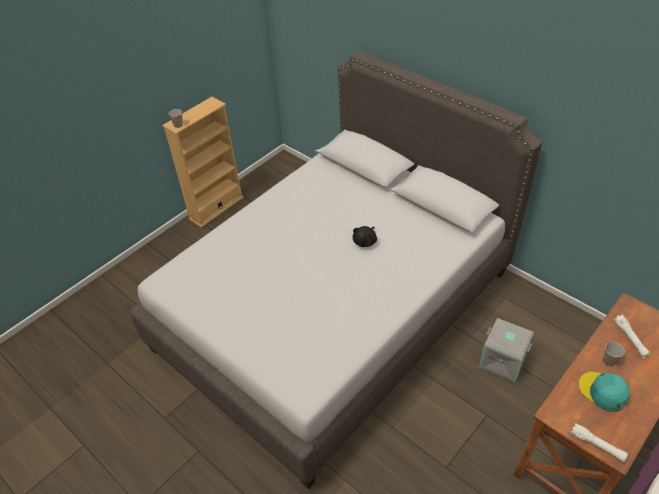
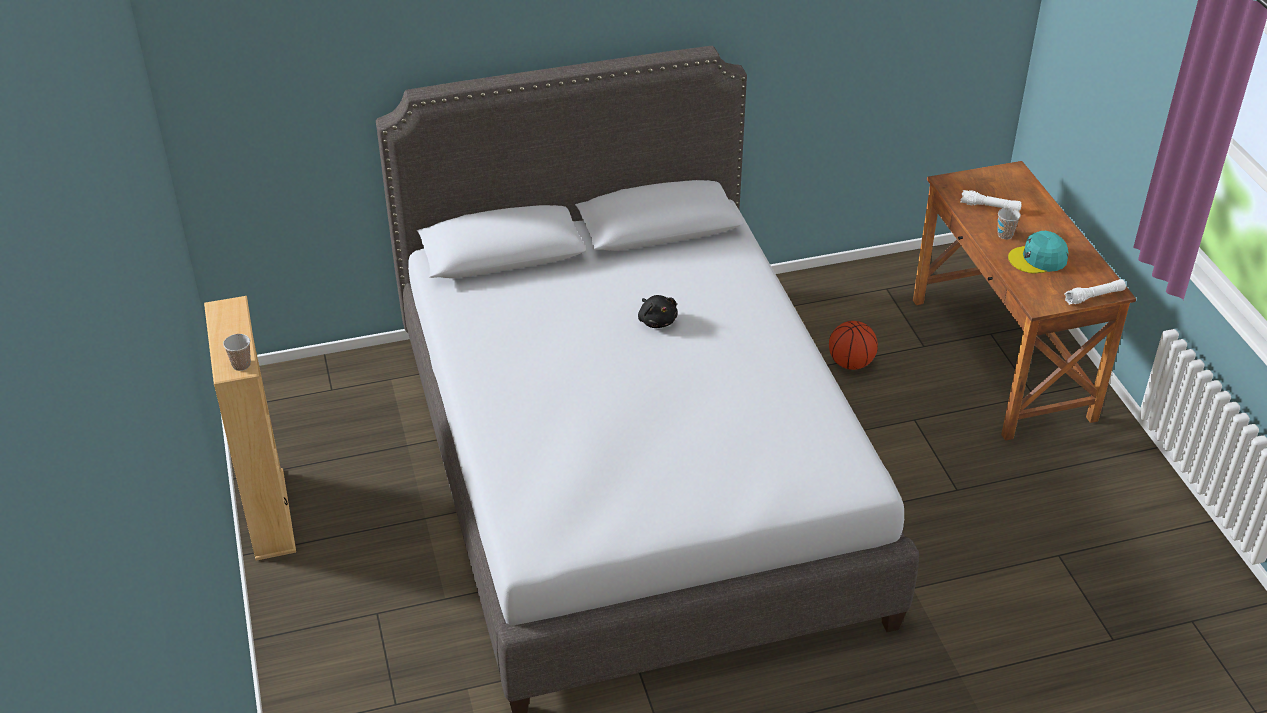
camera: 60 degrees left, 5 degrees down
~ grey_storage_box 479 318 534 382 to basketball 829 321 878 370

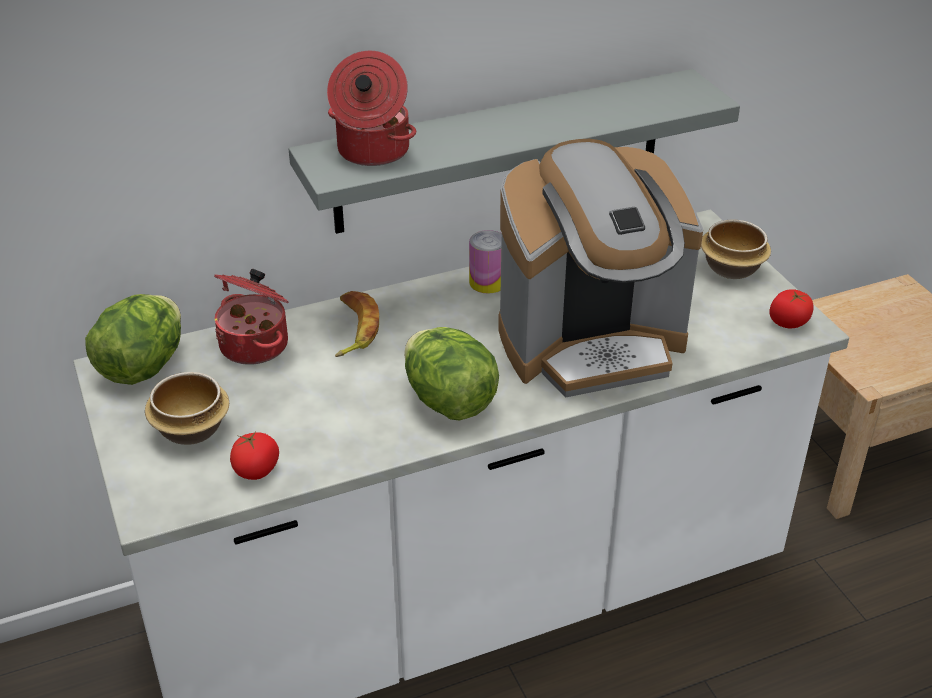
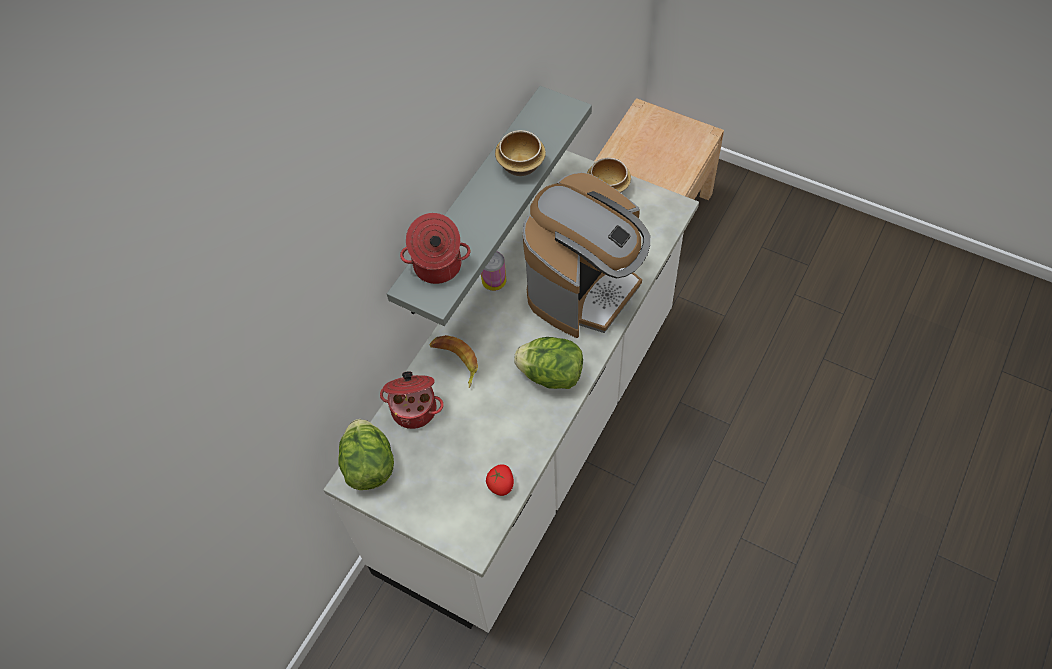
camera: 35 degrees left, 20 degrees up
- tomato 770 289 814 328
~ bowl 145 372 229 445 to 495 130 546 176

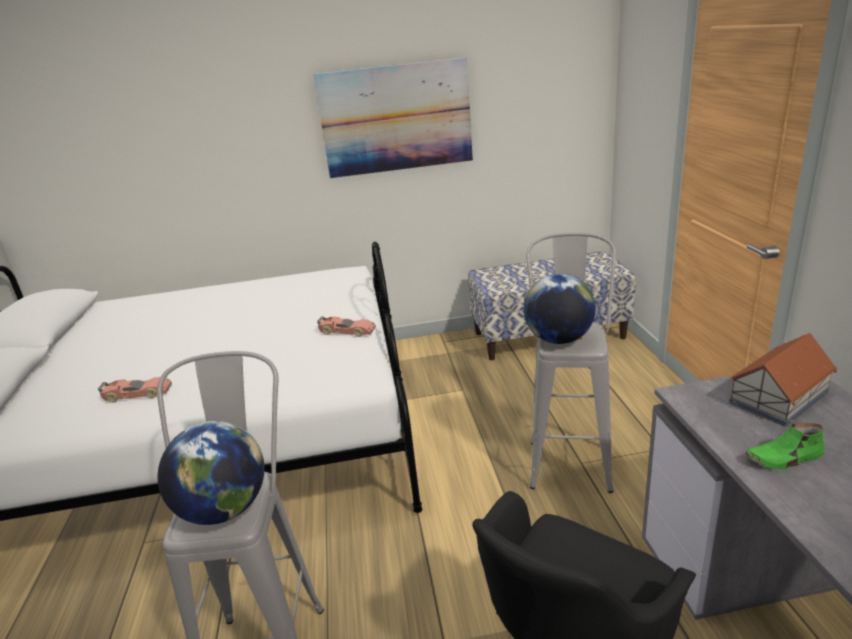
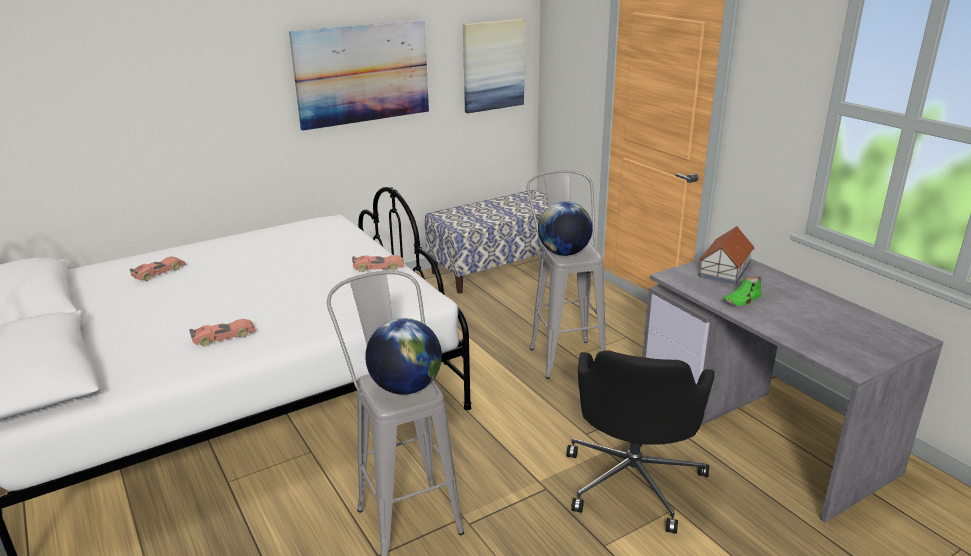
camera: 25 degrees left, 0 degrees up
+ toy_car 129 256 186 281
+ picture 463 19 525 113

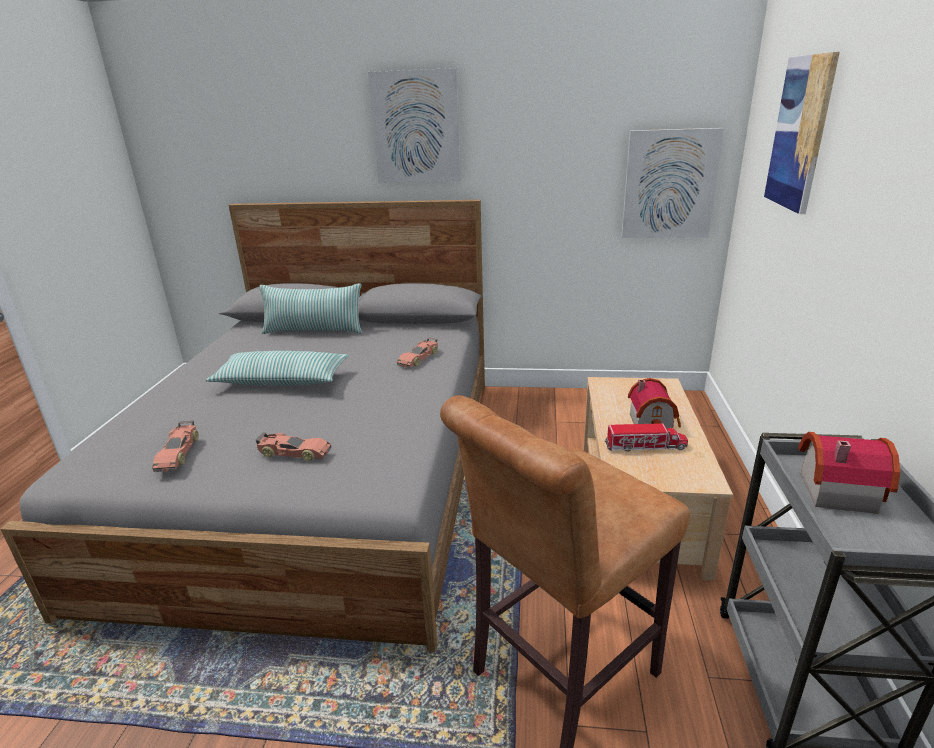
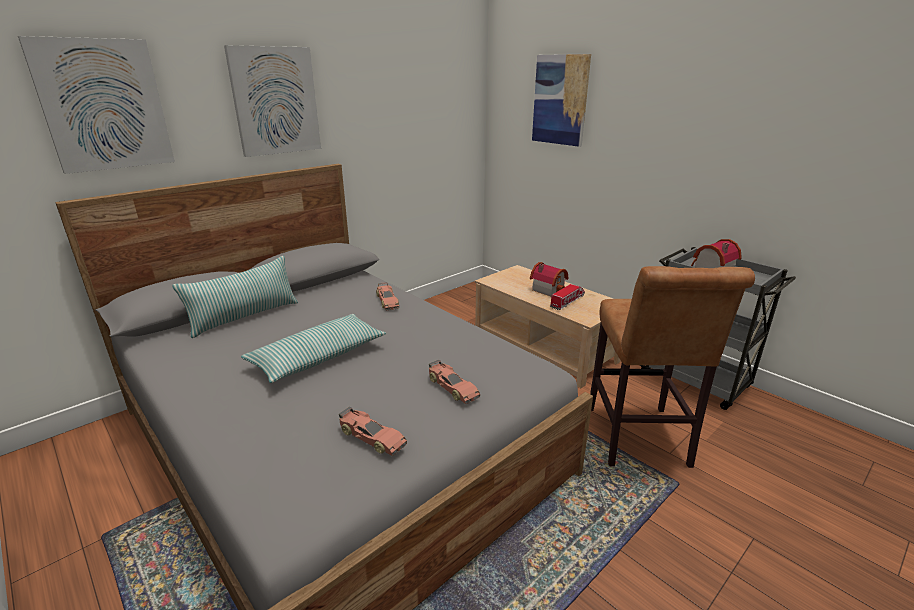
camera: 50 degrees left, 0 degrees up
~ picture 621 128 724 238 to 18 36 175 174
~ toy_car 256 432 331 461 = 429 360 480 404 90 degrees clockwise

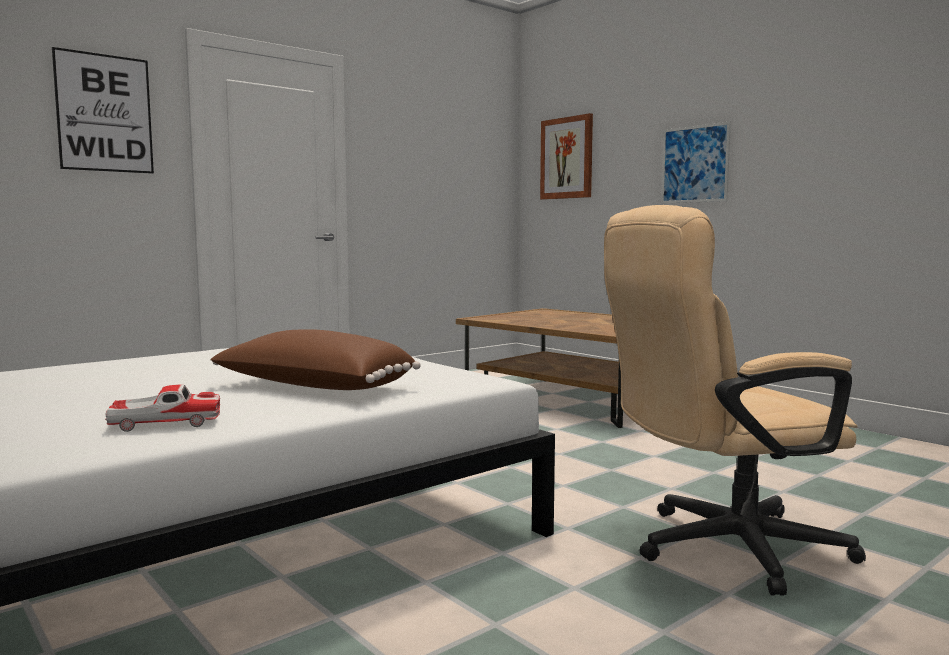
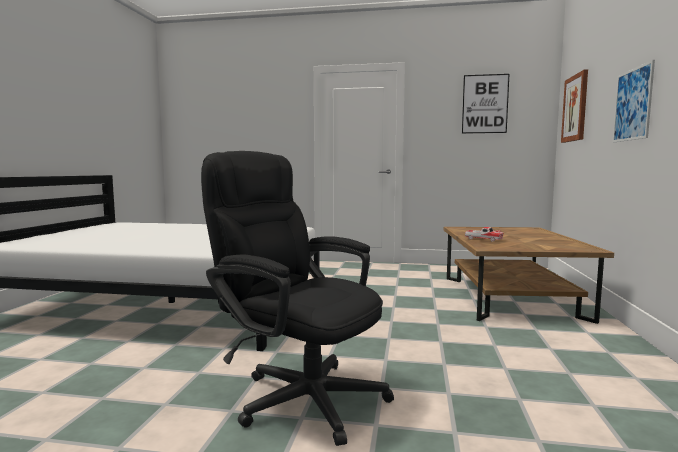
camera: 50 degrees right, 0 degrees up
- brown_pillow 210 329 421 390
~ picture 52 47 154 174 to 462 74 509 134
~ toy_car 105 385 220 432 to 465 227 503 242
~ beige_office_chair 604 205 866 596 to black_office_chair 201 151 394 446

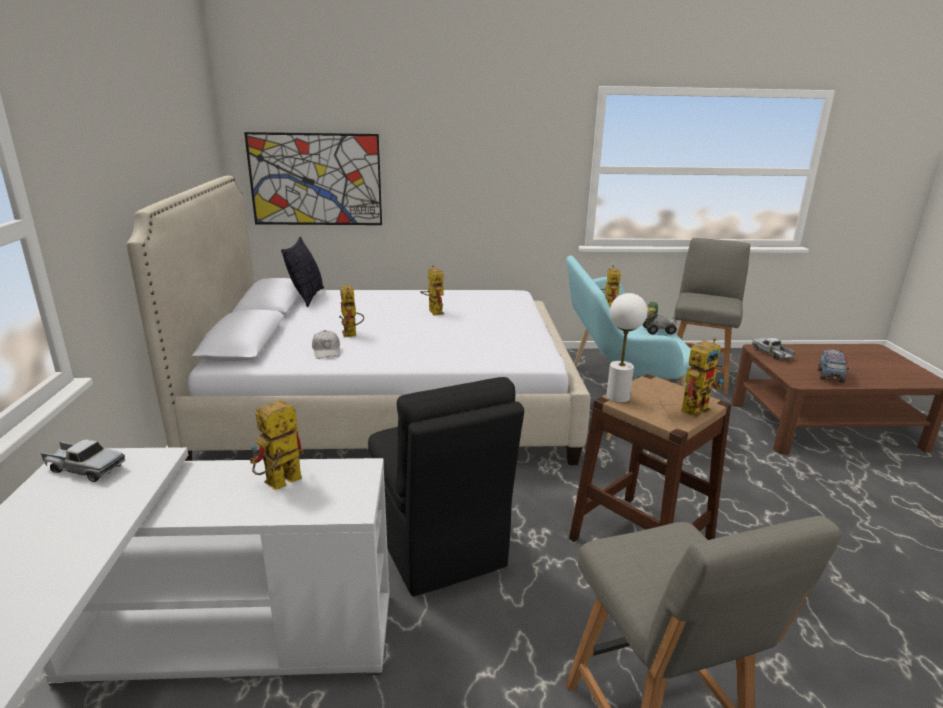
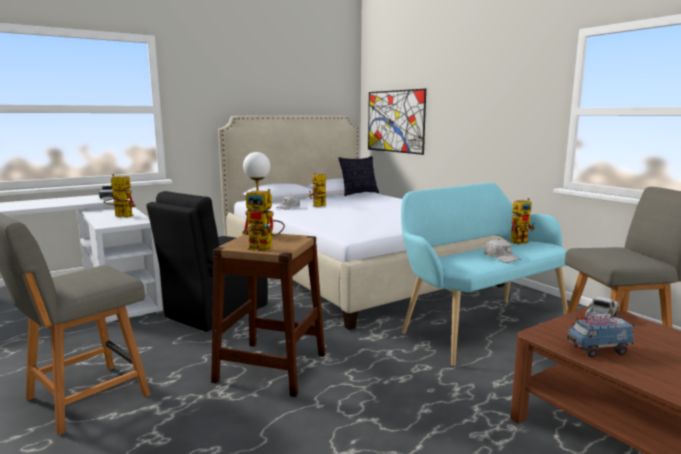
camera: 60 degrees right, 10 degrees down
- toy_robot 420 265 444 315
~ toy_car 642 302 677 335 to white_cap 484 239 521 263

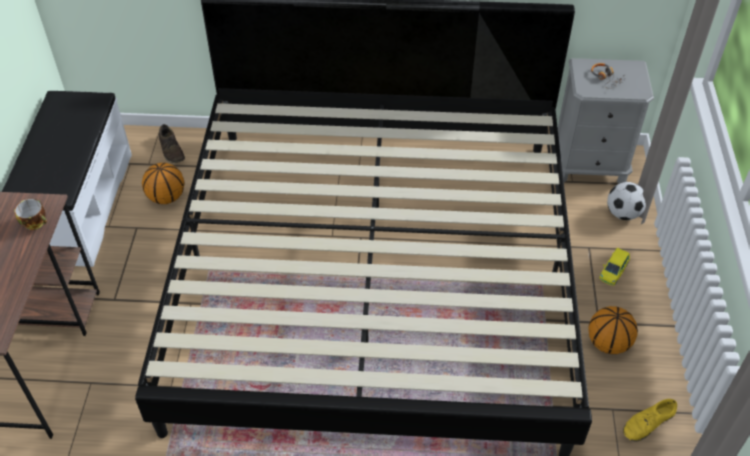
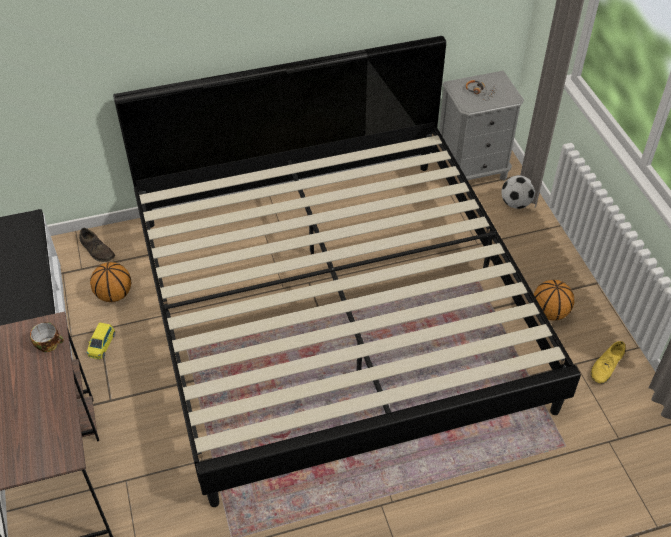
camera: 20 degrees left, 0 degrees up
~ yellow_toy_car 599 248 630 286 to 87 322 115 359

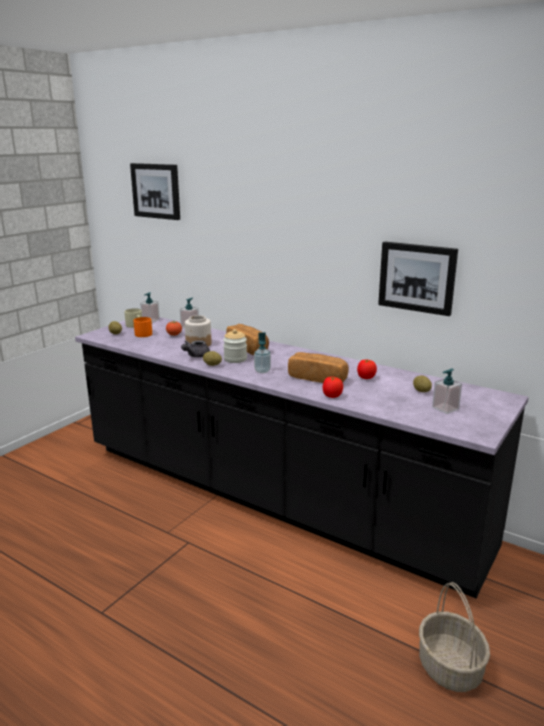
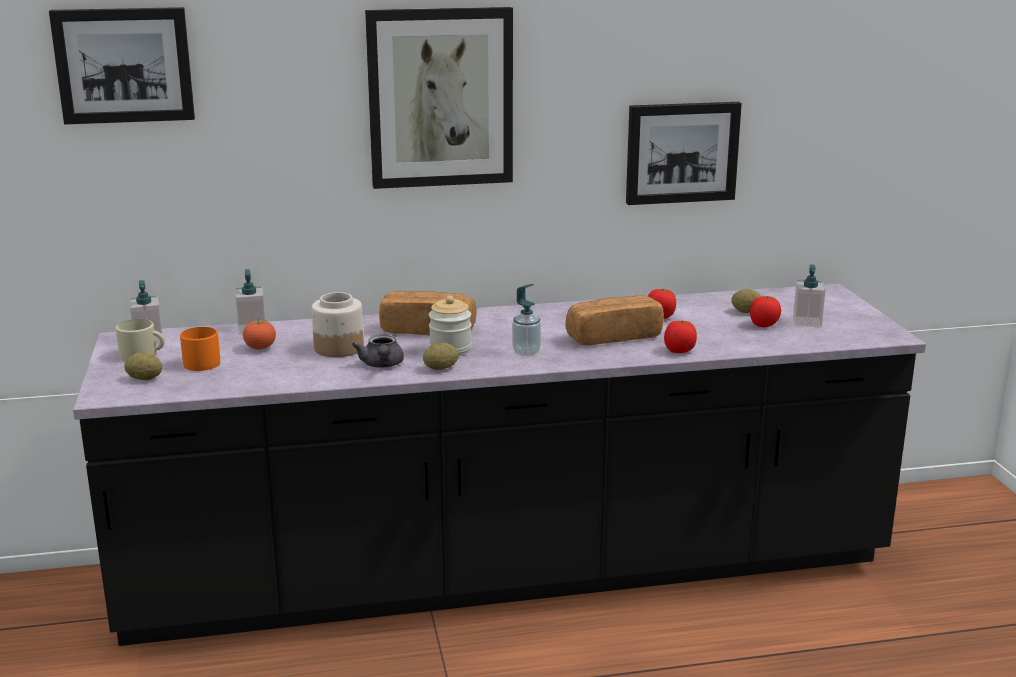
camera: 45 degrees left, 0 degrees up
- basket 419 582 490 692
+ picture 365 7 513 189
+ tomato 750 296 781 327

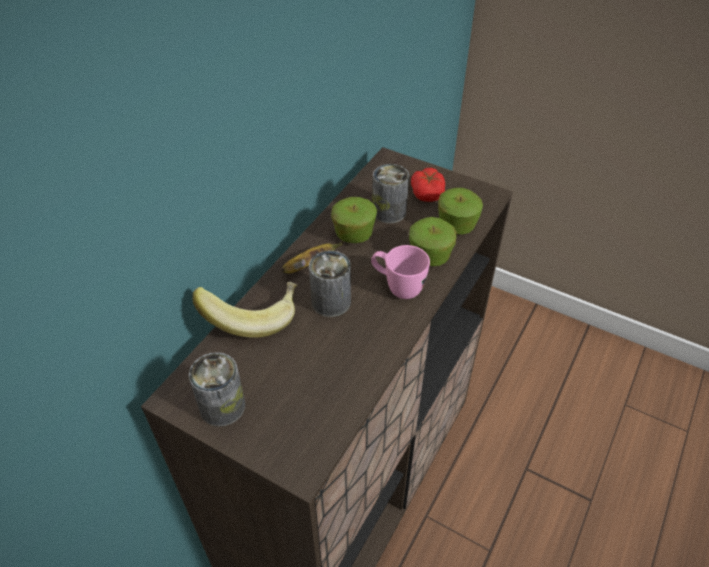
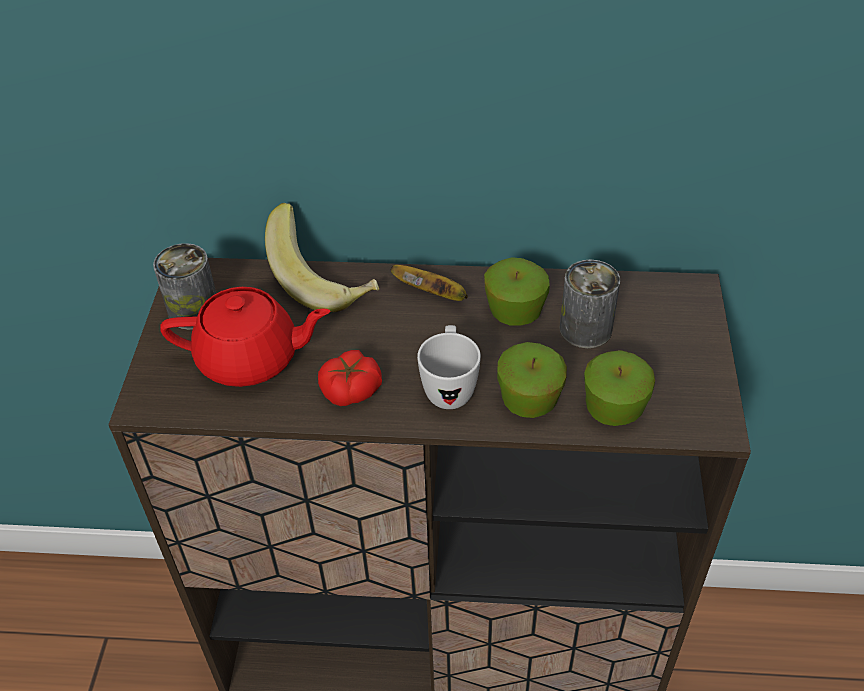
camera: 65 degrees right, 0 degrees up
- can 309 251 351 317
+ red_teapot 160 287 330 387
~ tomato 411 168 445 202 to 318 350 382 406
~ pink_mug 371 245 430 299 to white_mug 417 325 481 409

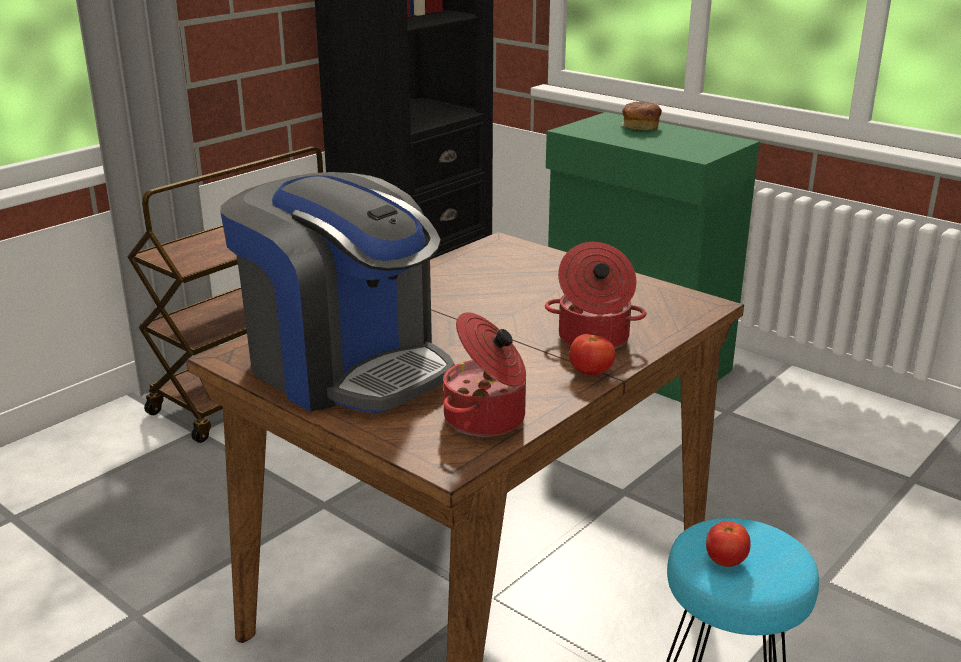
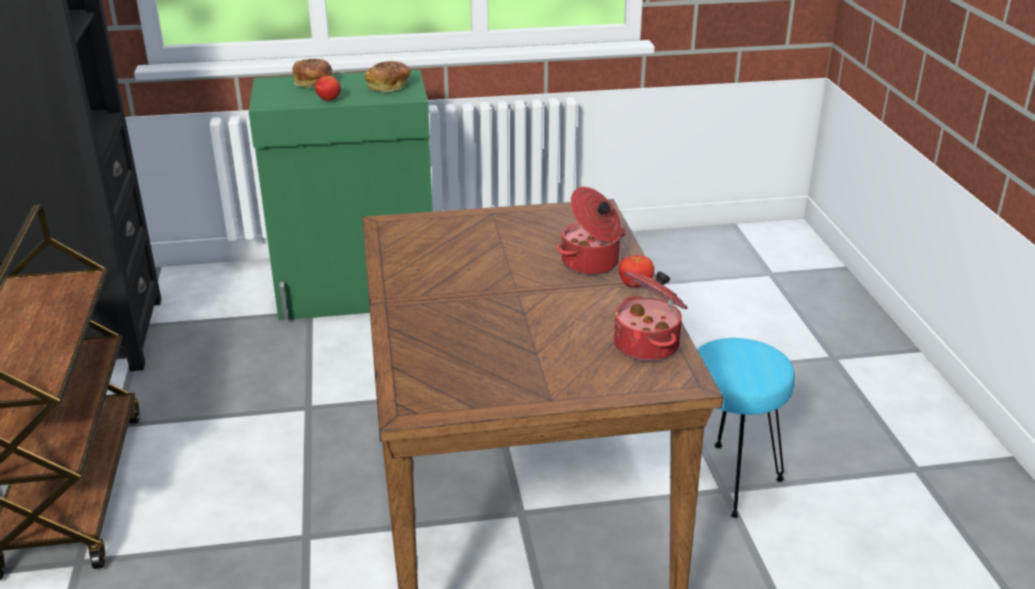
camera: 50 degrees left, 5 degrees up
- coffee_machine 220 172 455 413
+ bread 365 61 411 92
~ tomato 706 522 750 567 to 315 75 341 101

